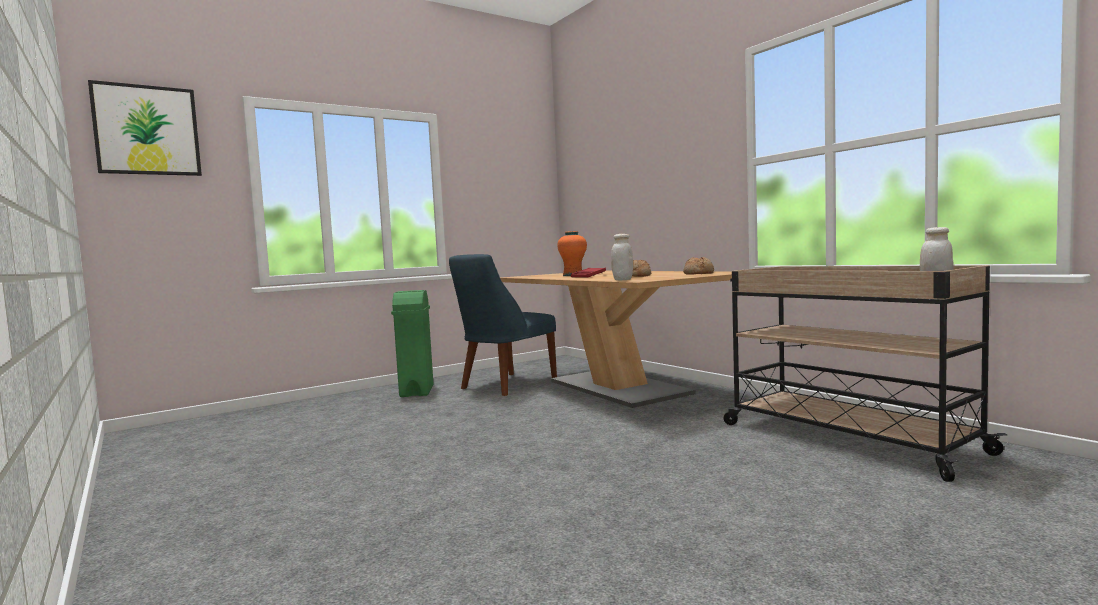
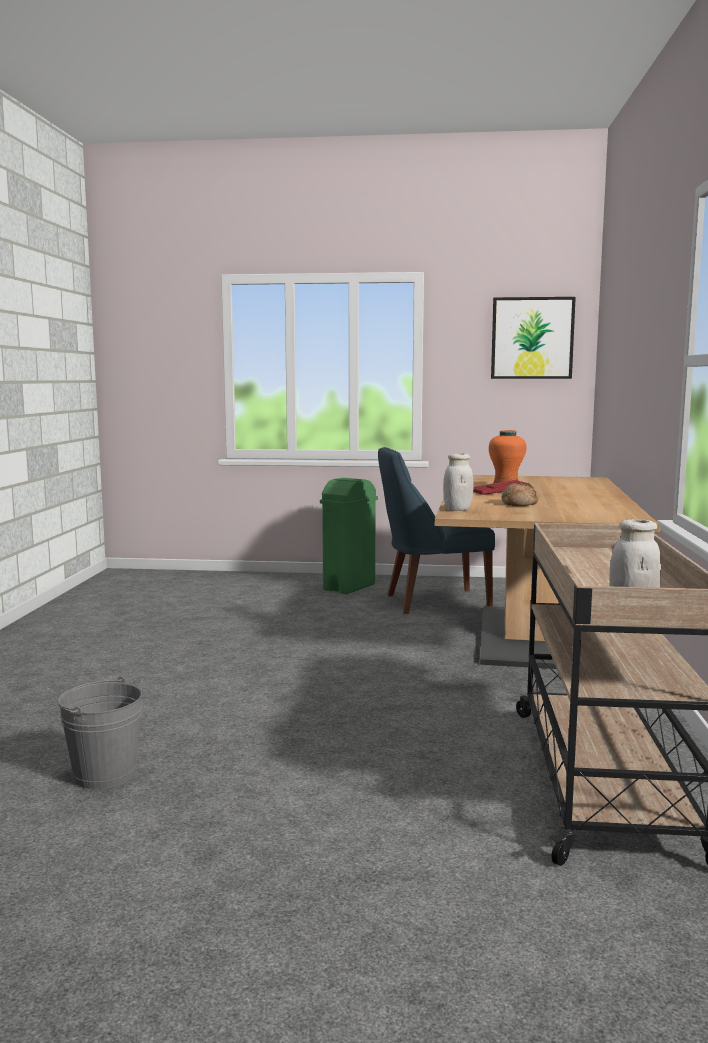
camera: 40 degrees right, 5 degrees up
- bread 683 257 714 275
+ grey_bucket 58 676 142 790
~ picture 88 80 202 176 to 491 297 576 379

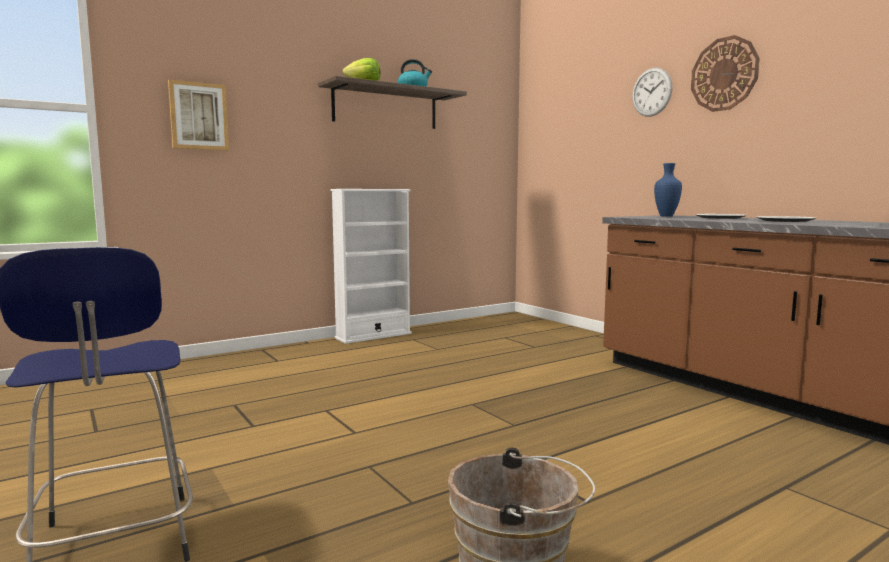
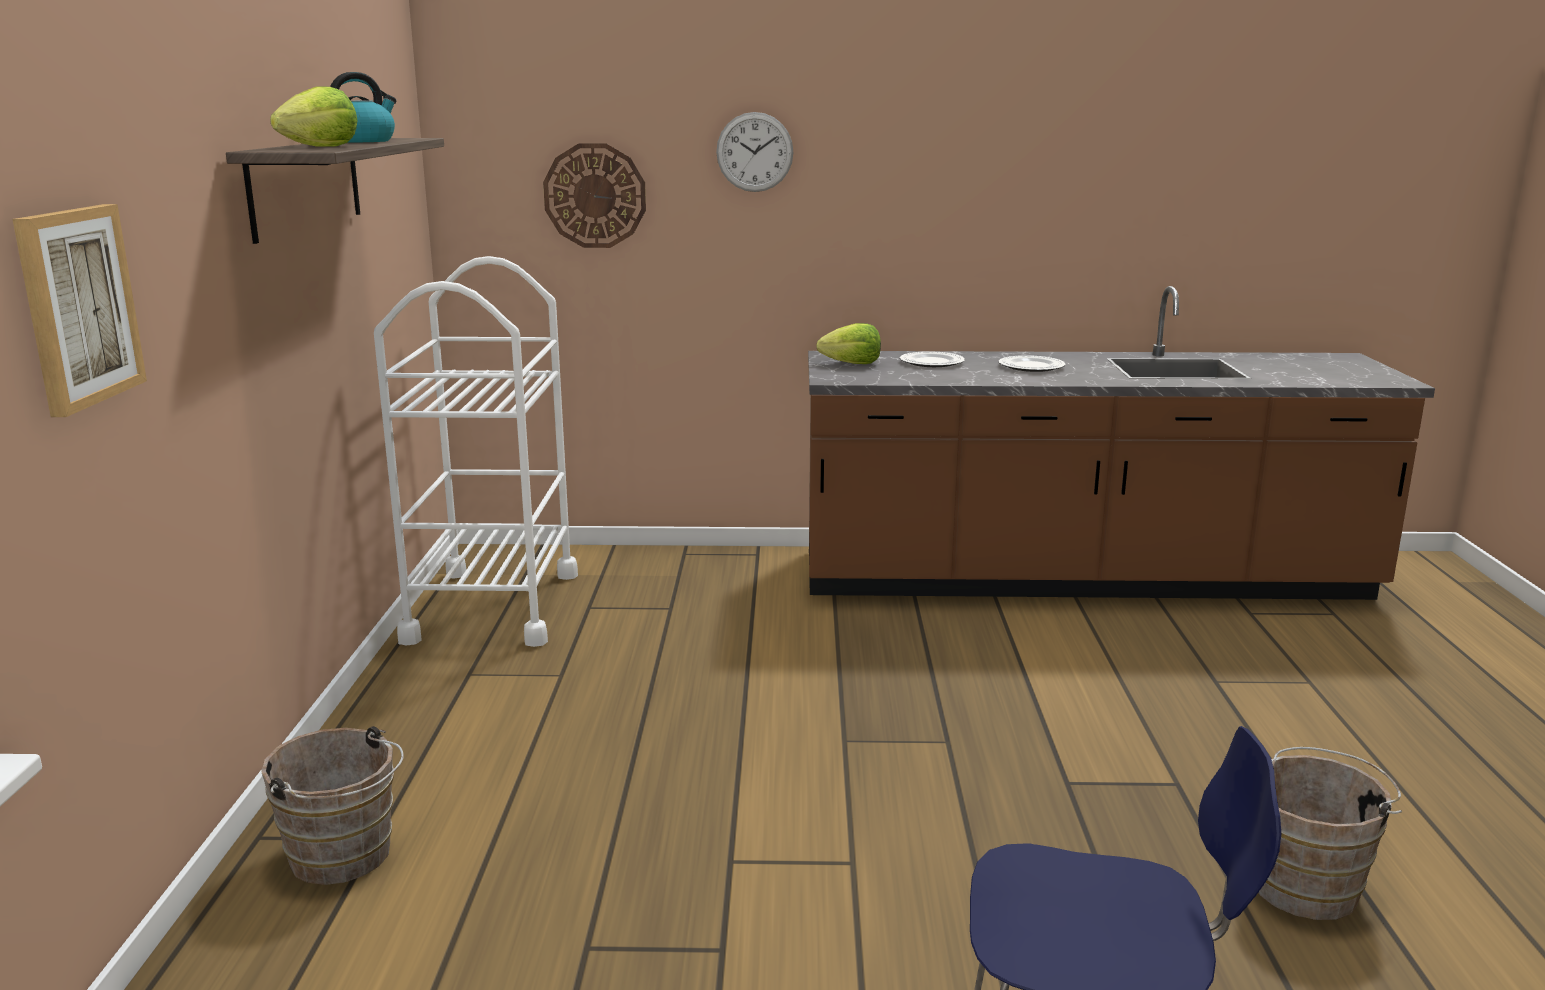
camera: 55 degrees left, 10 degrees up
- white_bookcase 331 189 412 344
+ brown_bucket 261 726 404 885
+ white_cart 374 256 578 647
~ wall_clock 691 35 760 112 to 543 143 646 248
~ blue_vase 654 163 682 217 to lettuce 816 323 881 364

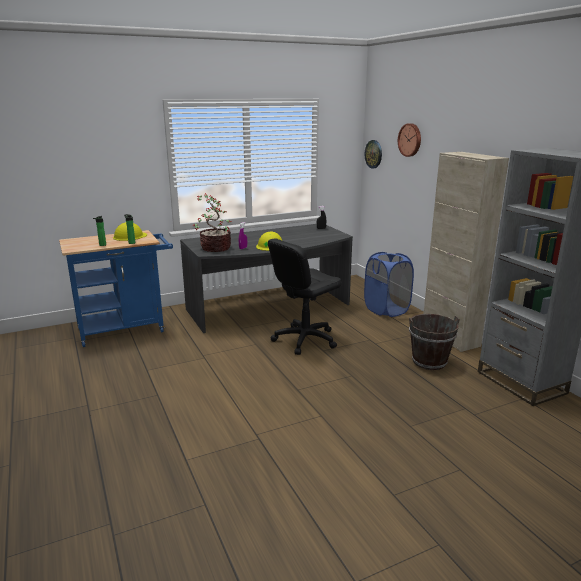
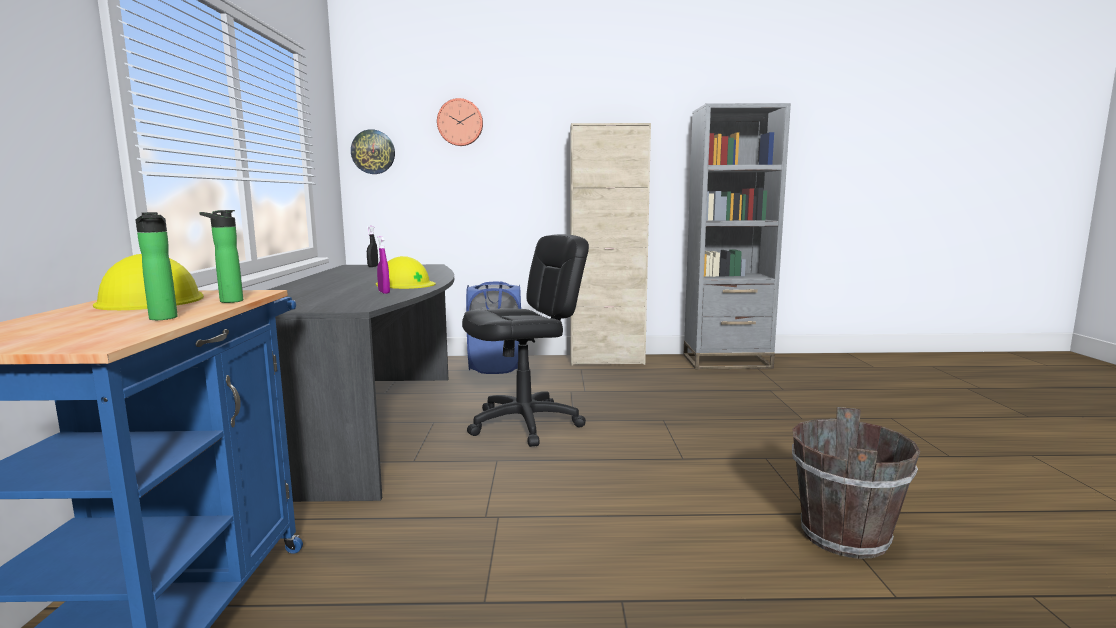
camera: 65 degrees left, 10 degrees down
- potted_plant 193 193 232 252
~ brown_bucket 409 314 460 370 to 792 407 920 559
~ black_office_chair 268 238 342 355 = 462 234 589 447 105 degrees counterclockwise

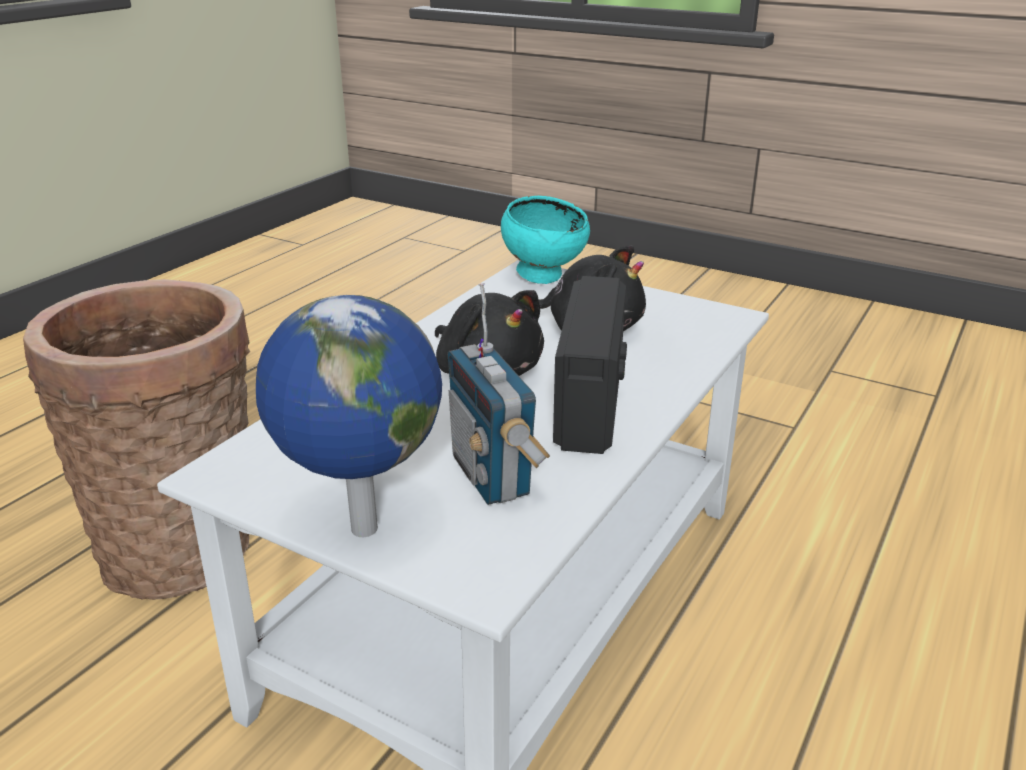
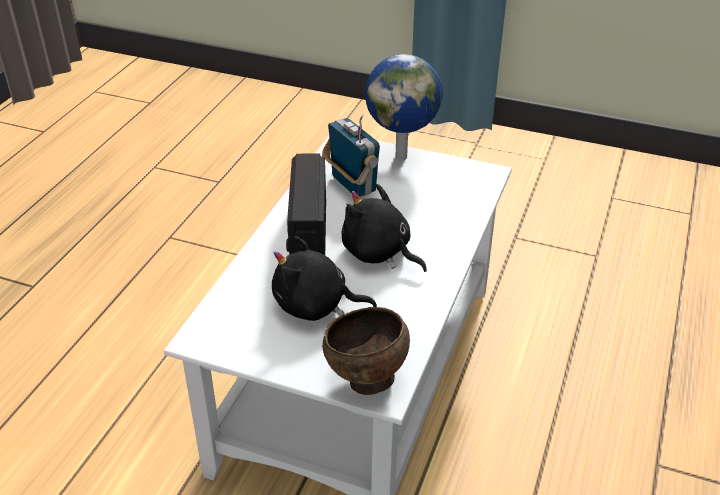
camera: 170 degrees right, 10 degrees up
- basket 23 279 250 600
~ turquoise_bowl 501 196 590 284 to brown_bowl 322 307 410 395

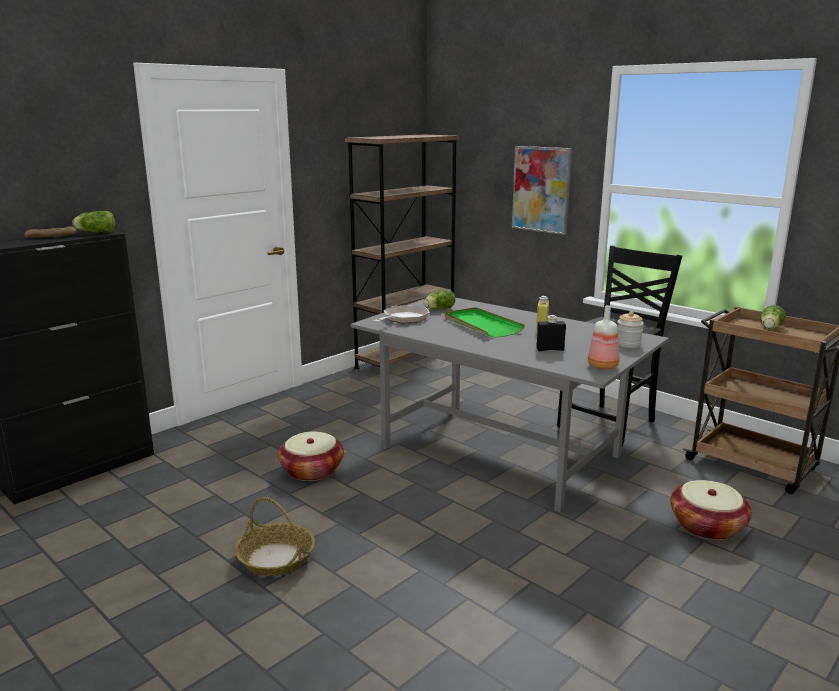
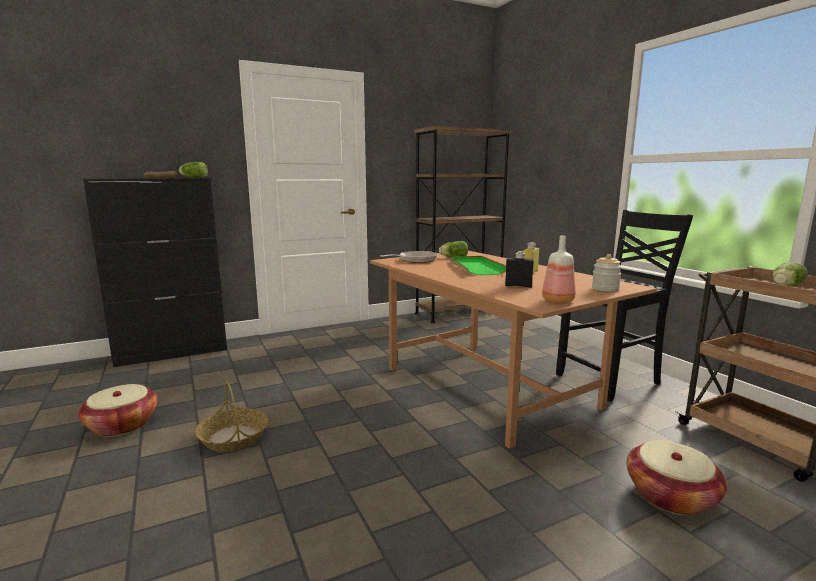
camera: 20 degrees right, 5 degrees down
- picture 512 146 572 235
~ basket 278 432 344 481 to 78 384 158 437
~ grey_dining_table 351 298 669 512 to brown_dining_table 370 251 657 449

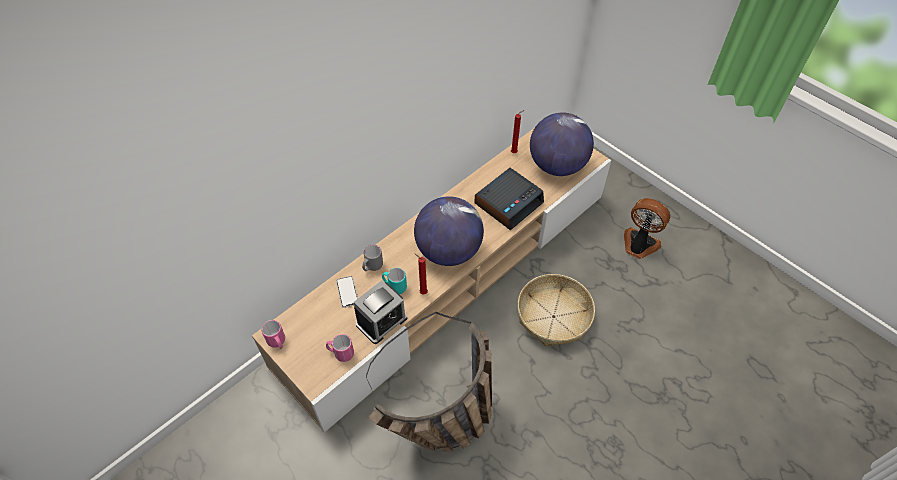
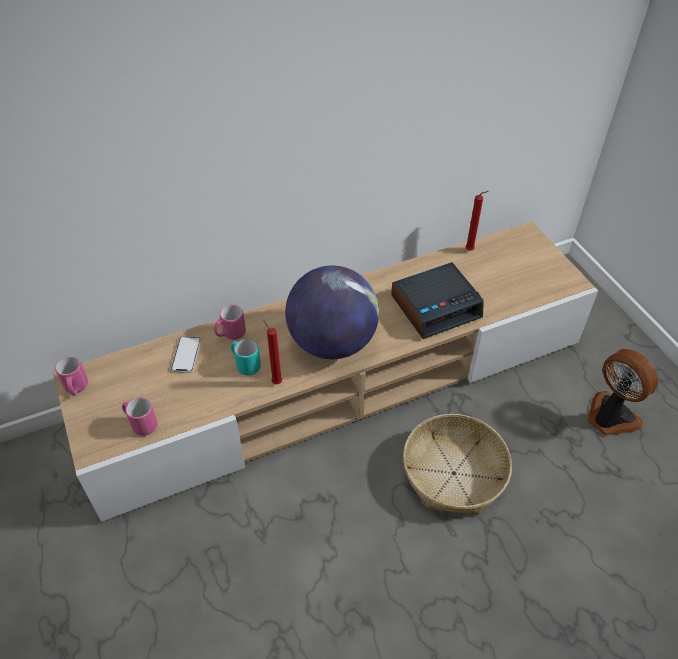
camera: 20 degrees right, 5 degrees down
- alarm_clock 354 280 407 344
- basket 366 312 492 452
- globe 530 112 594 176
~ grey_mug 362 245 383 271 to pink_mug 214 305 246 340

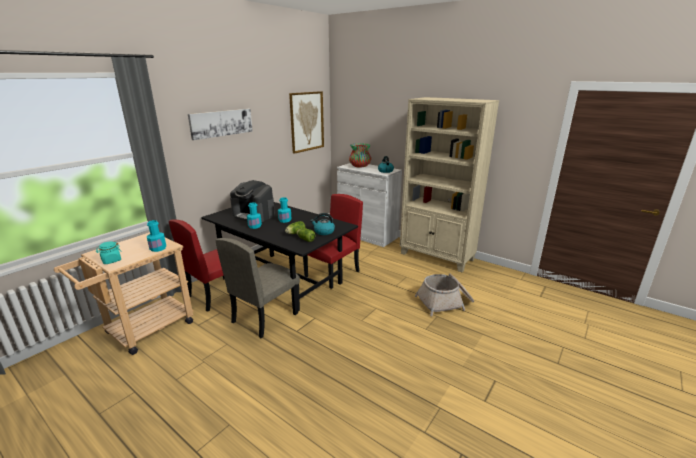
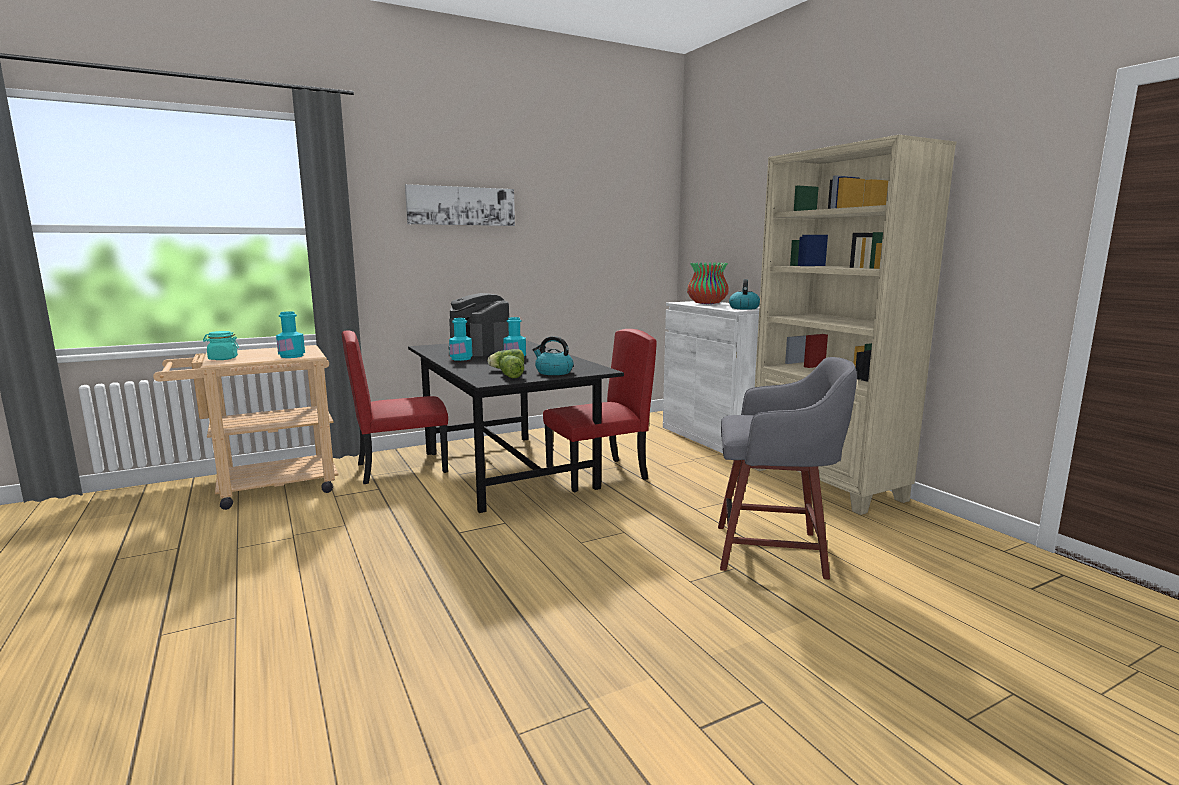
camera: 25 degrees right, 10 degrees down
- beige_chair 216 238 300 338
- picture 289 91 324 154
~ basket 415 273 474 316 to grey_stool 718 357 857 579

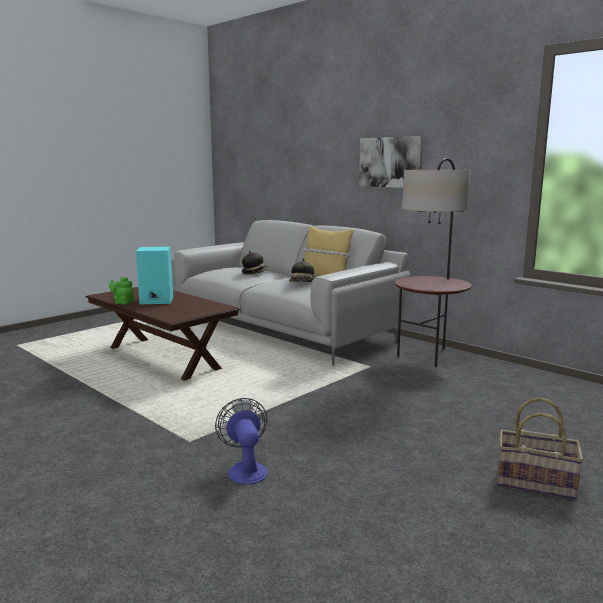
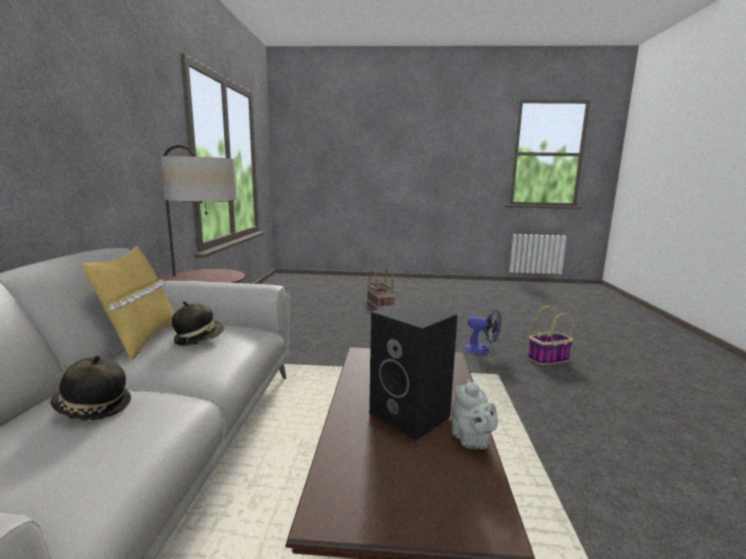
camera: 130 degrees left, 0 degrees up
- picture 359 136 423 188
+ basket 528 306 573 365
~ green_teapot 109 277 134 305 to grey_teapot 452 379 498 449
~ turquoise_speaker 136 247 173 305 to black_speaker 369 301 458 440
~ fan 215 398 268 485 = 464 310 501 354 90 degrees counterclockwise

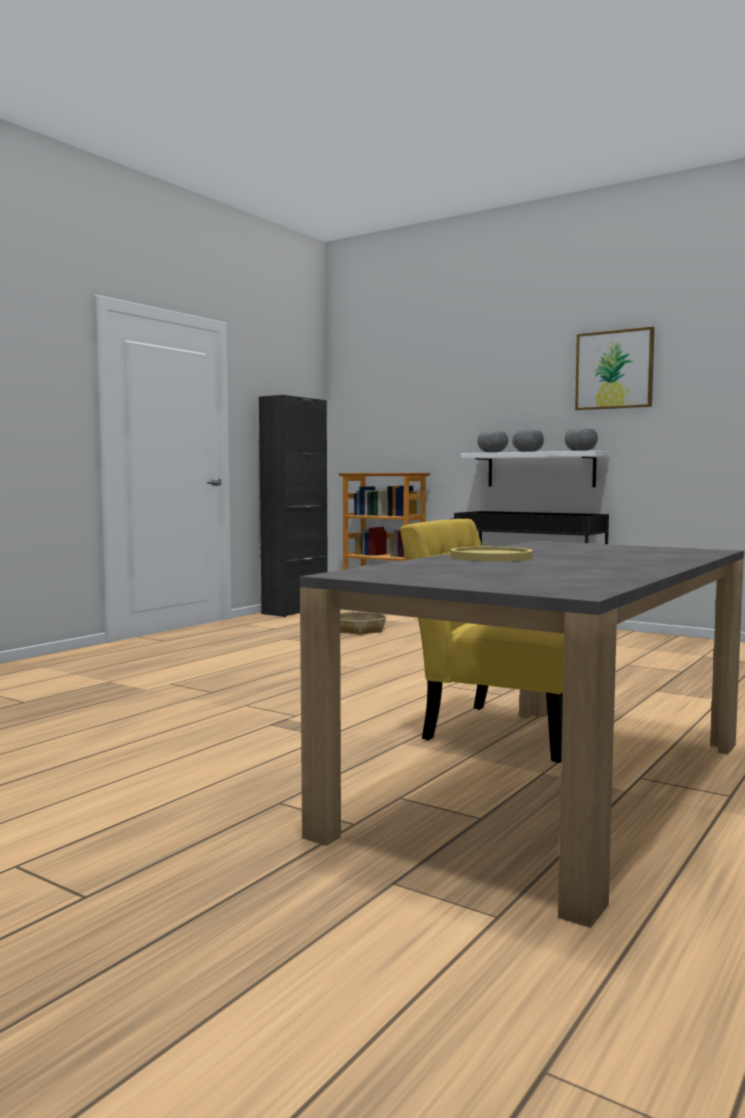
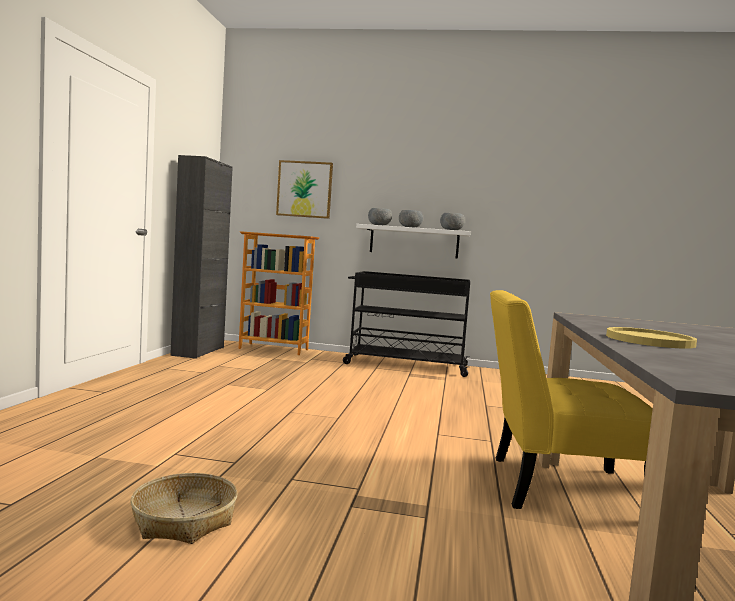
camera: 25 degrees left, 0 degrees up
~ basket 340 612 386 635 to 130 473 237 544
~ picture 575 327 654 410 to 276 160 333 219

